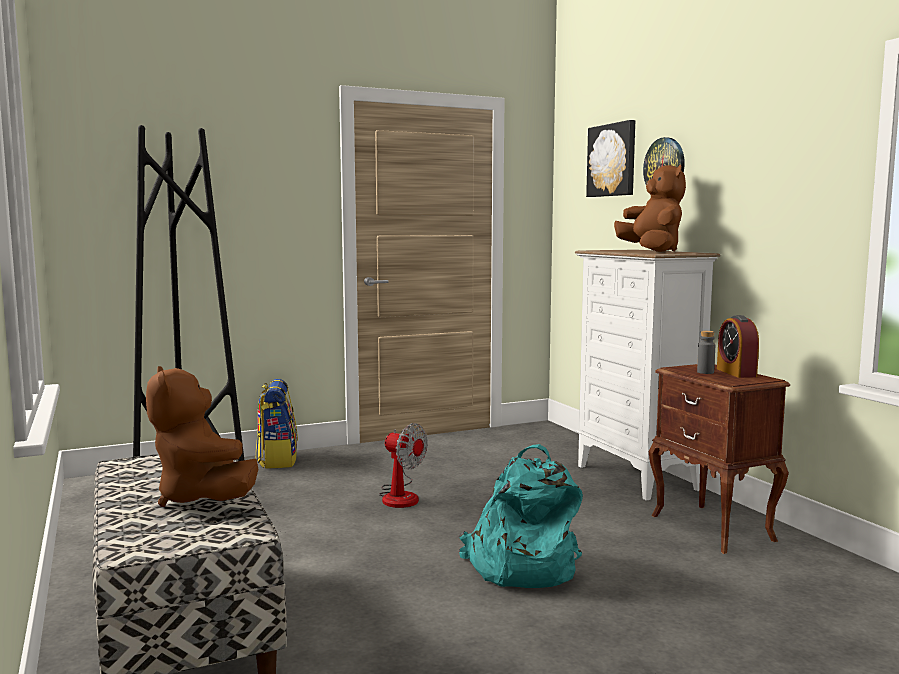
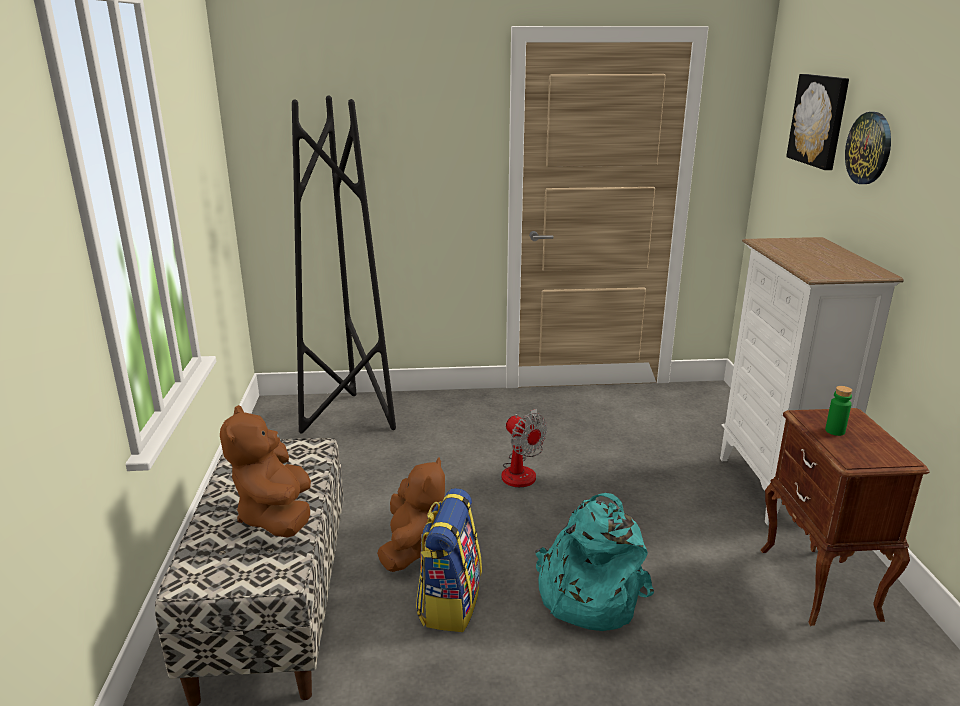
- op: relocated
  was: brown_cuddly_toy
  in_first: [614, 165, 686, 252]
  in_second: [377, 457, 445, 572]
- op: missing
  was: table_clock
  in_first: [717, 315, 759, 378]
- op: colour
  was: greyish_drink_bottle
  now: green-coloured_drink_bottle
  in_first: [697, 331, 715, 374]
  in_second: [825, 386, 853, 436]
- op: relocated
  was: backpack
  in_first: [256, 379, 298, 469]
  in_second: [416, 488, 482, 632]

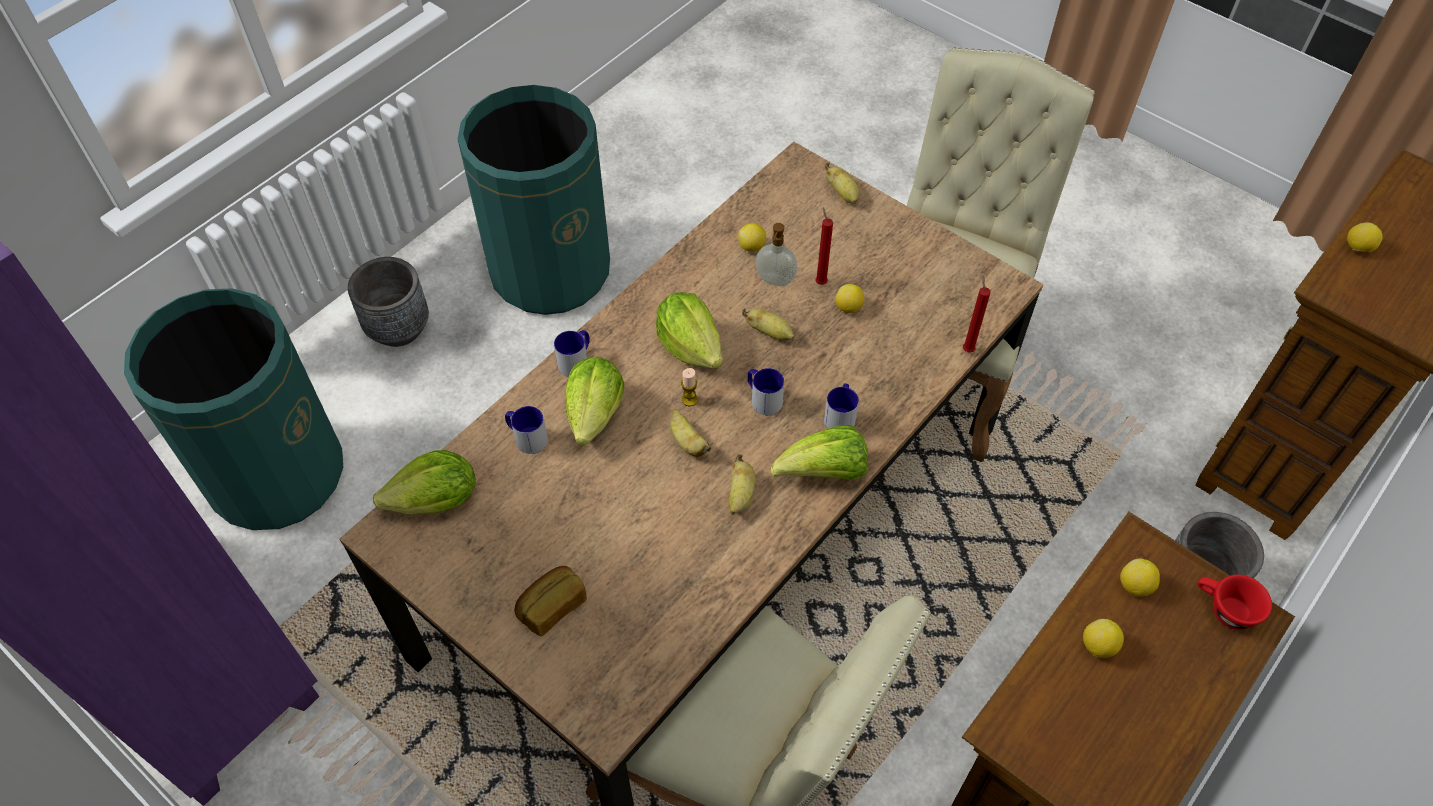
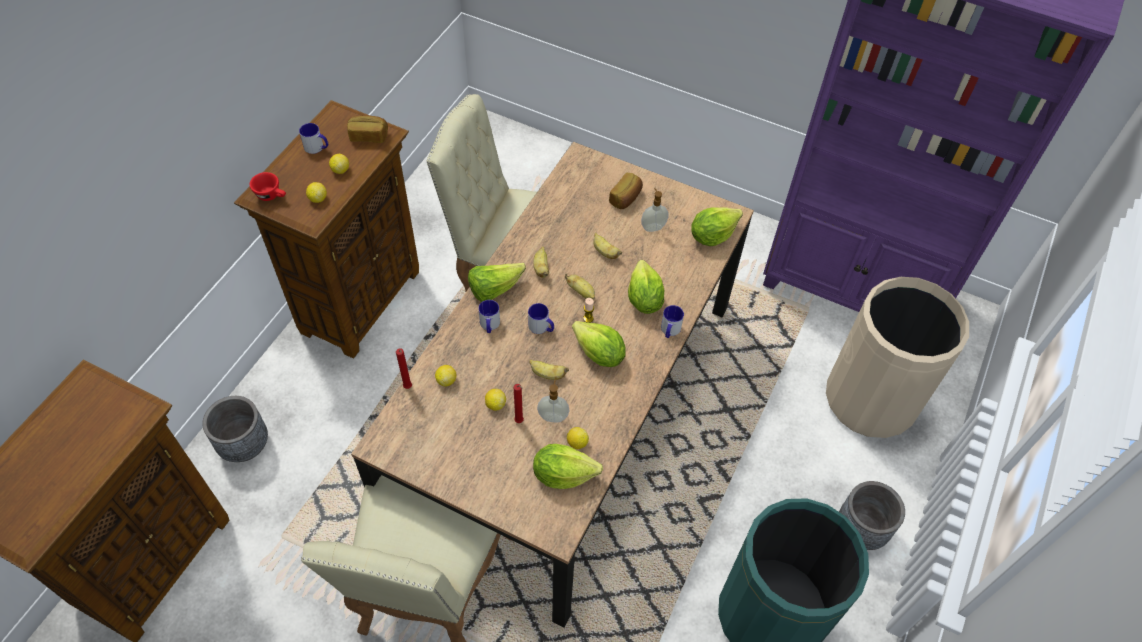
- op: relocated
  was: banana_fruit
  in_first: [825, 163, 860, 204]
  in_second: [593, 233, 622, 259]
- op: relocated
  was: whole_lemon
  in_first: [1347, 222, 1383, 252]
  in_second: [435, 365, 456, 386]
- op: colour
  was: green-coloured_rubbish_bin
  now: beige_rubbish_bin
  in_first: [124, 288, 343, 530]
  in_second: [826, 277, 969, 438]
- op: relocated
  was: tea_mug
  in_first: [505, 406, 548, 454]
  in_second: [299, 123, 328, 154]
- op: appeared
  now: bread
  in_second: [347, 115, 388, 143]
- op: appeared
  now: soap_bottle
  in_second: [641, 188, 669, 232]
- op: appeared
  now: lettuce
  in_second: [533, 444, 603, 489]

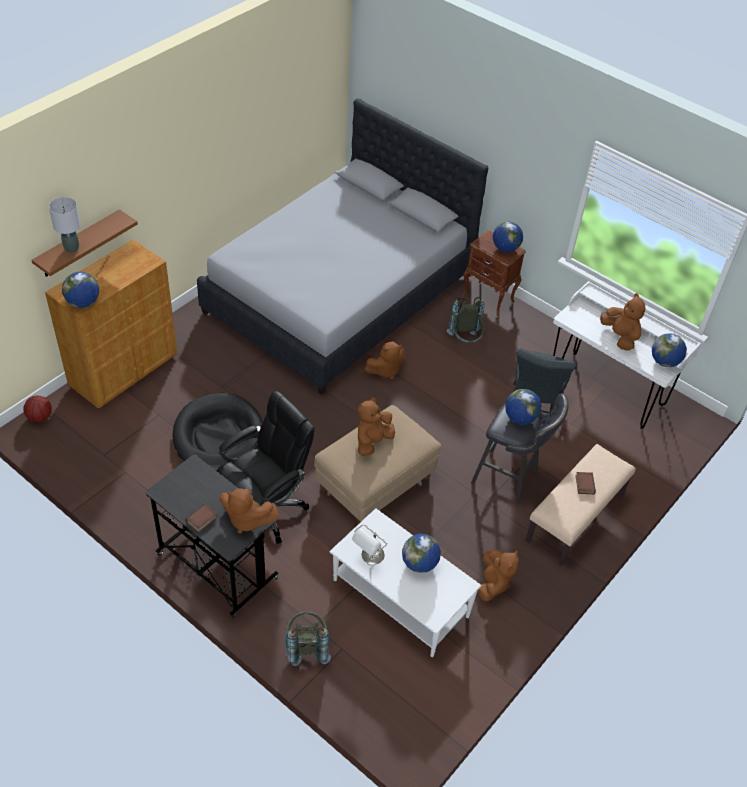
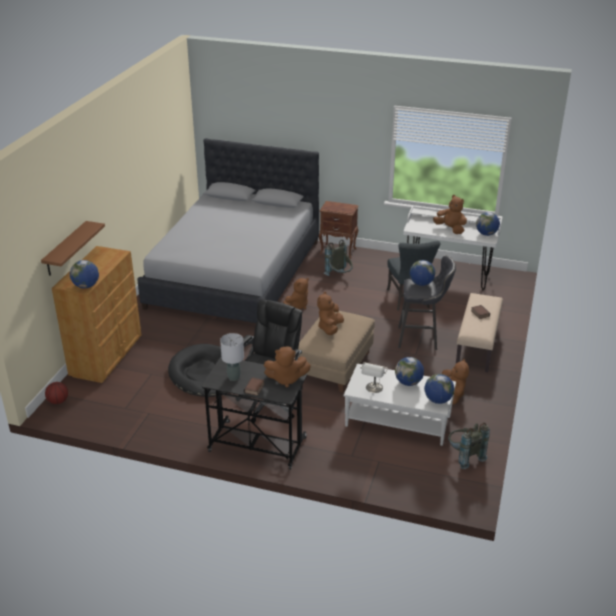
- op: relocated
  was: greyish_lamp_for_a_table
  in_first: [49, 197, 81, 253]
  in_second: [220, 333, 244, 381]
- op: relocated
  was: world_globe
  in_first: [493, 221, 523, 252]
  in_second: [424, 374, 454, 404]
- op: relocated
  was: greyish_backpack
  in_first: [286, 612, 331, 666]
  in_second: [448, 422, 490, 469]

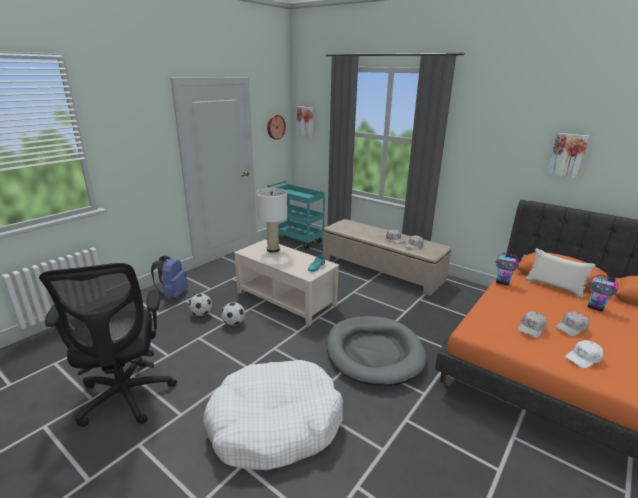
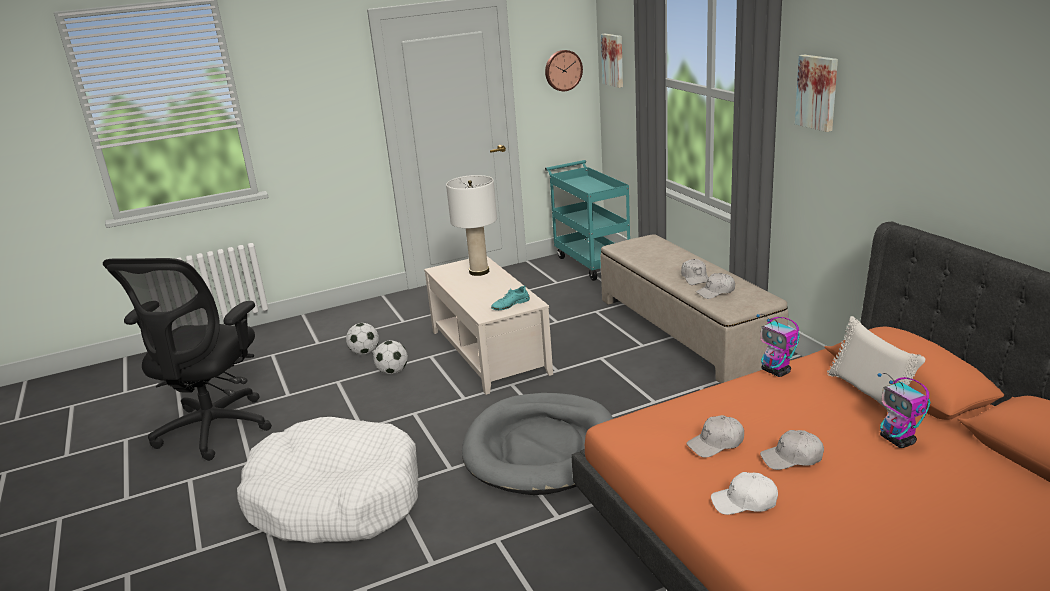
- op: relocated
  was: wall_art
  in_first: [547, 133, 589, 179]
  in_second: [795, 54, 838, 132]
- op: missing
  was: blue_backpack
  in_first: [151, 256, 188, 298]

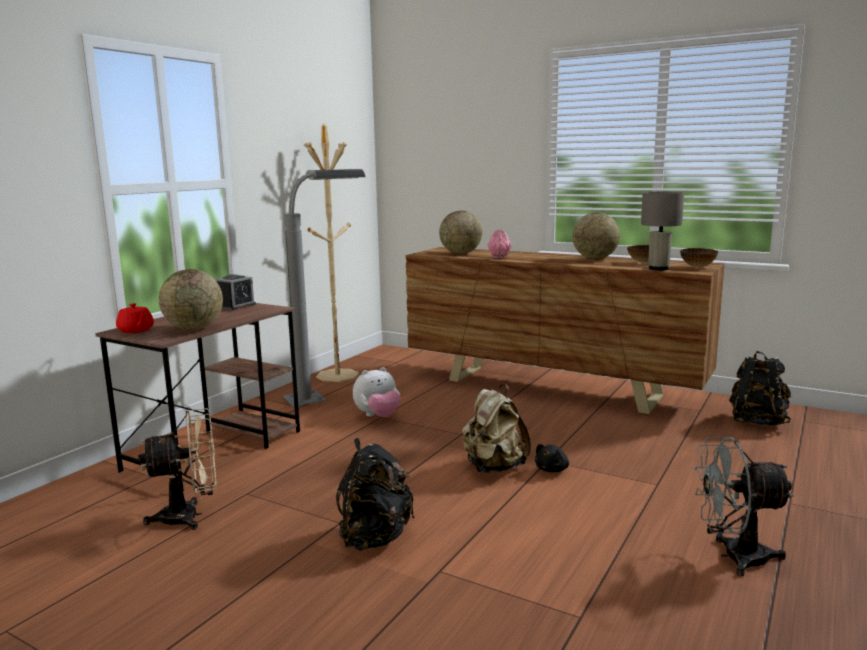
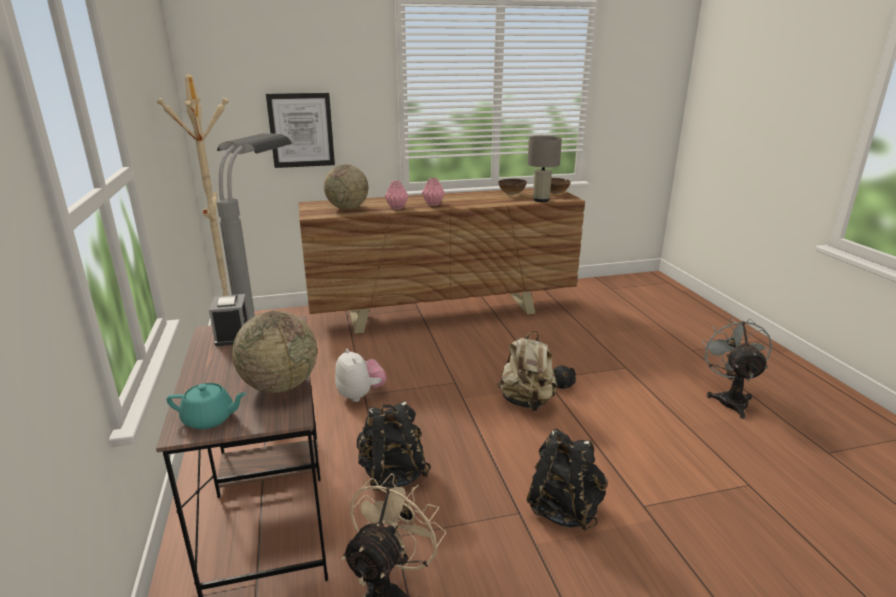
- op: missing
  was: world_globe
  in_first: [572, 212, 620, 259]
- op: colour
  was: red_teapot
  now: turquoise_teapot
  in_first: [116, 303, 154, 333]
  in_second: [167, 383, 247, 429]
- op: relocated
  was: black-coloured_backpack
  in_first: [729, 351, 791, 426]
  in_second: [357, 401, 431, 491]
- op: spun
  was: cuddly_toy
  in_first: [353, 367, 401, 417]
  in_second: [335, 349, 386, 402]
  clockwise: -45
- op: spun
  was: greyish_fan
  in_first: [694, 437, 794, 576]
  in_second: [702, 317, 772, 419]
  clockwise: 135
- op: appeared
  now: wall_art
  in_second: [266, 93, 335, 168]
- op: appeared
  now: pinkish_flower_vase
  in_second: [422, 178, 445, 206]

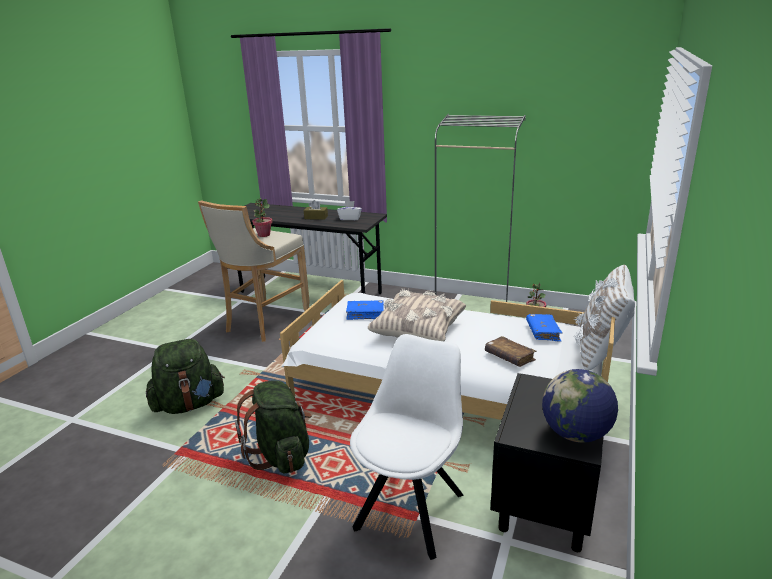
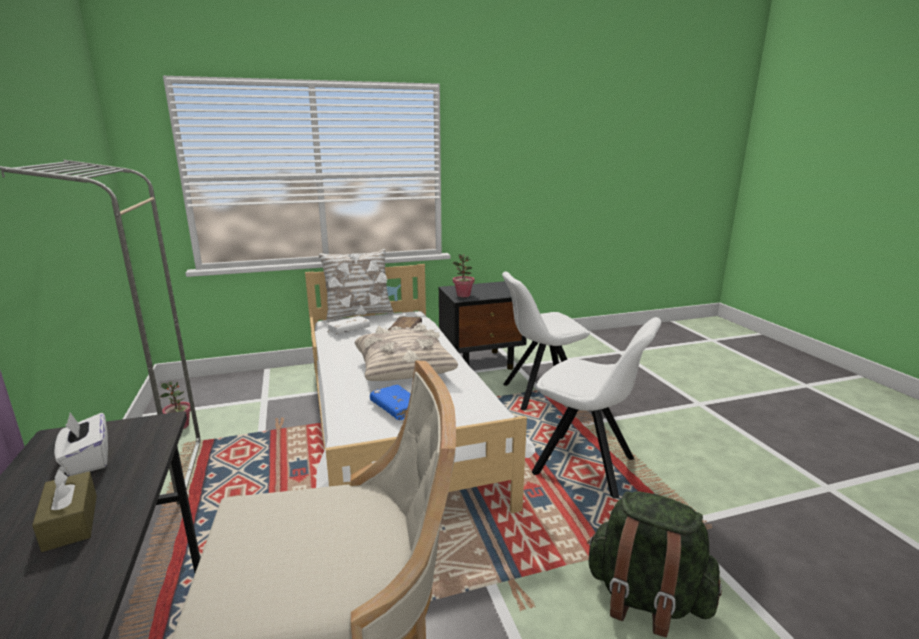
- op: relocated
  was: houseplant
  in_first: [252, 198, 273, 237]
  in_second: [453, 254, 475, 297]
- op: colour
  was: blue_volume
  now: white-coloured_volume
  in_first: [526, 314, 562, 342]
  in_second: [326, 315, 370, 335]
- op: missing
  was: world_globe
  in_first: [542, 369, 618, 443]
- op: exchanged
  was: green-coloured_backpack
  now: white-coloured_chair
  in_first: [235, 381, 312, 473]
  in_second: [532, 317, 661, 498]

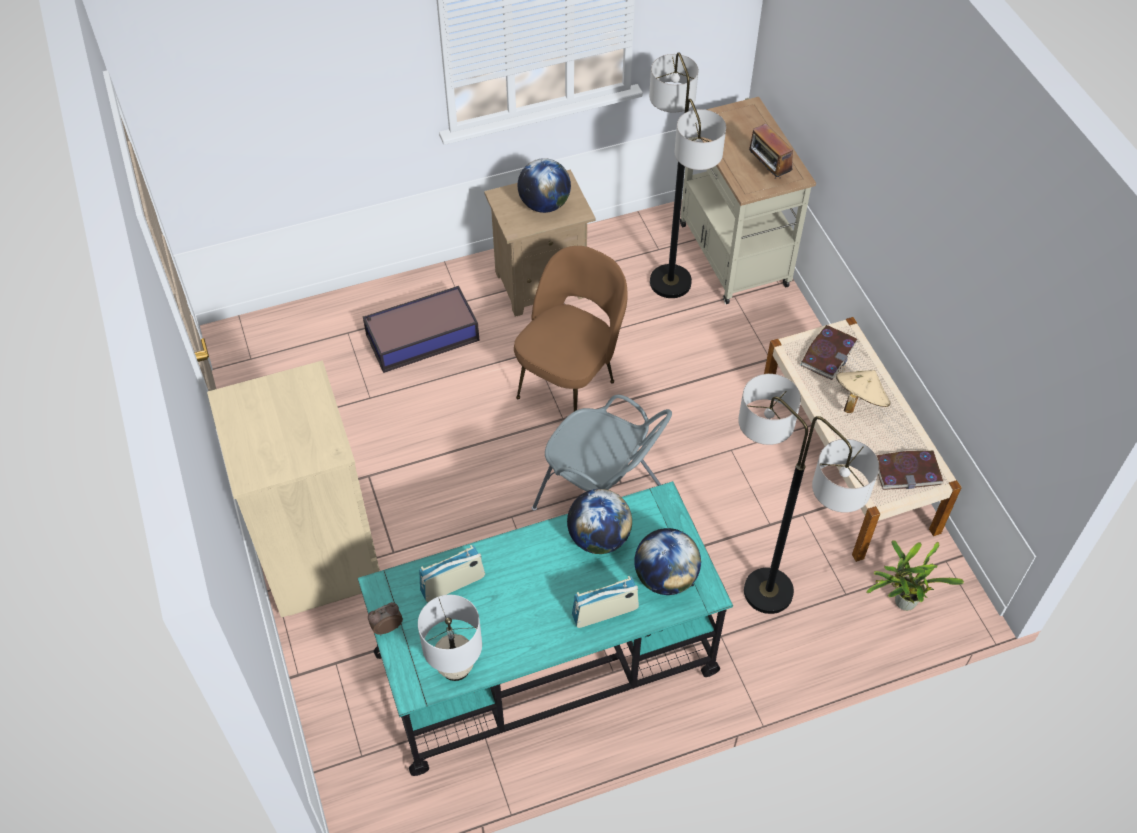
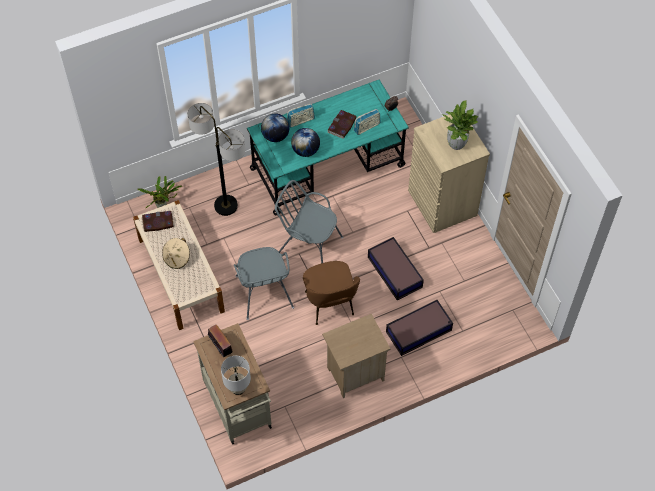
- op: missing
  was: floor_lamp
  in_first: [649, 53, 726, 298]
- op: missing
  was: world_globe
  in_first: [518, 158, 571, 213]
- op: spun
  was: brown_chair
  in_first: [514, 246, 628, 411]
  in_second: [303, 261, 360, 325]
  clockwise: -45
- op: relocated
  was: volume
  in_first: [801, 325, 857, 380]
  in_second: [328, 110, 356, 139]
- op: relocated
  was: white-coloured_lamp_for_a_table
  in_first: [418, 595, 482, 681]
  in_second: [221, 356, 251, 395]
- op: appeared
  now: houseplant
  in_second: [442, 100, 478, 150]
- op: appeared
  now: storage_box
  in_second: [368, 237, 424, 301]
- op: appeared
  now: greyish_chair
  in_second: [234, 247, 294, 320]

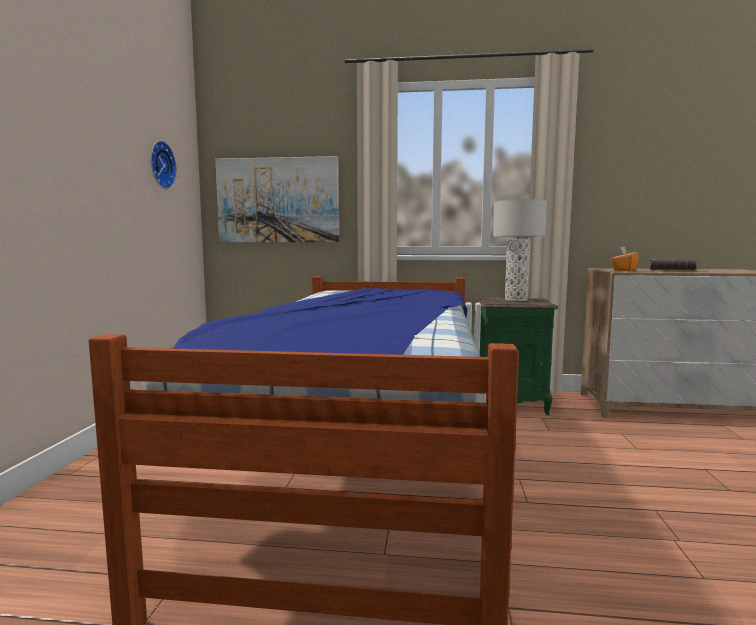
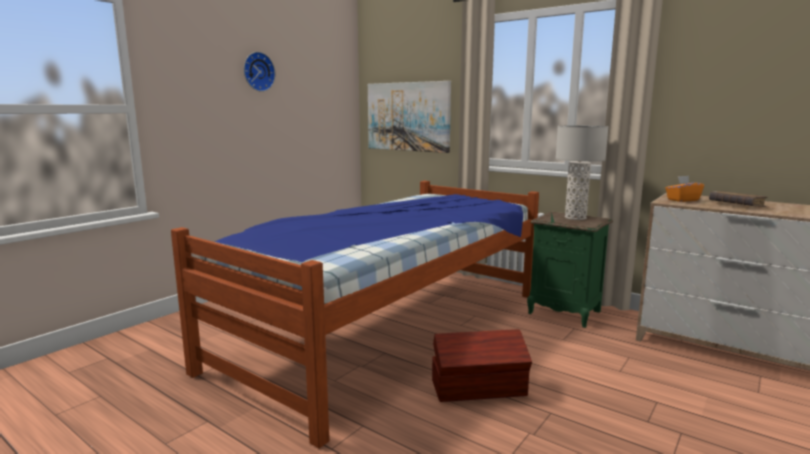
- op: relocated
  was: clock_on_the_wall
  in_first: [151, 141, 177, 189]
  in_second: [244, 52, 275, 92]
- op: appeared
  now: brown_storage_box
  in_second: [432, 329, 532, 402]

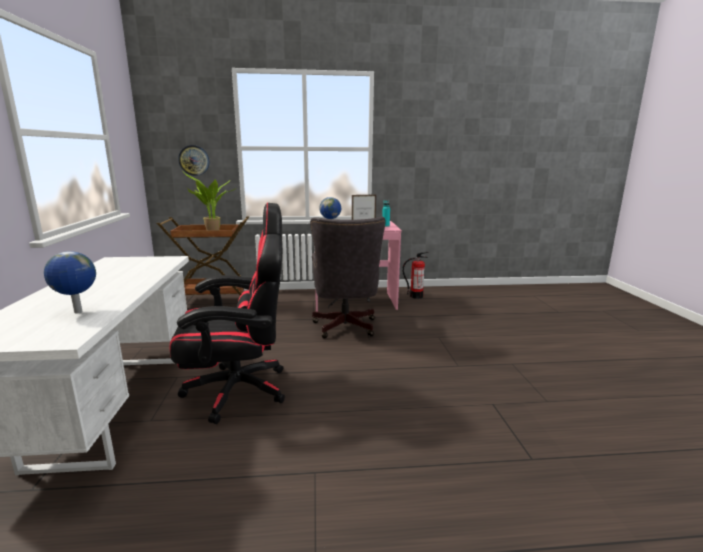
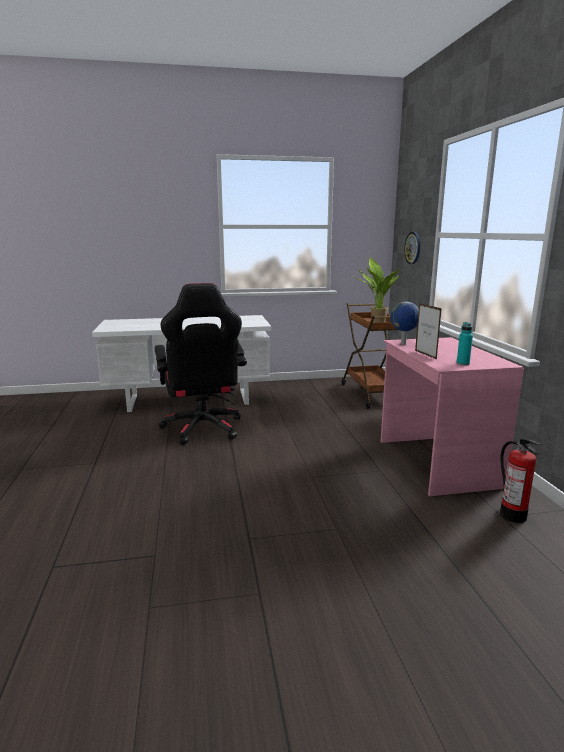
- op: missing
  was: greyish_desk_chair
  in_first: [310, 217, 386, 339]
- op: missing
  was: world_globe
  in_first: [44, 251, 96, 314]

